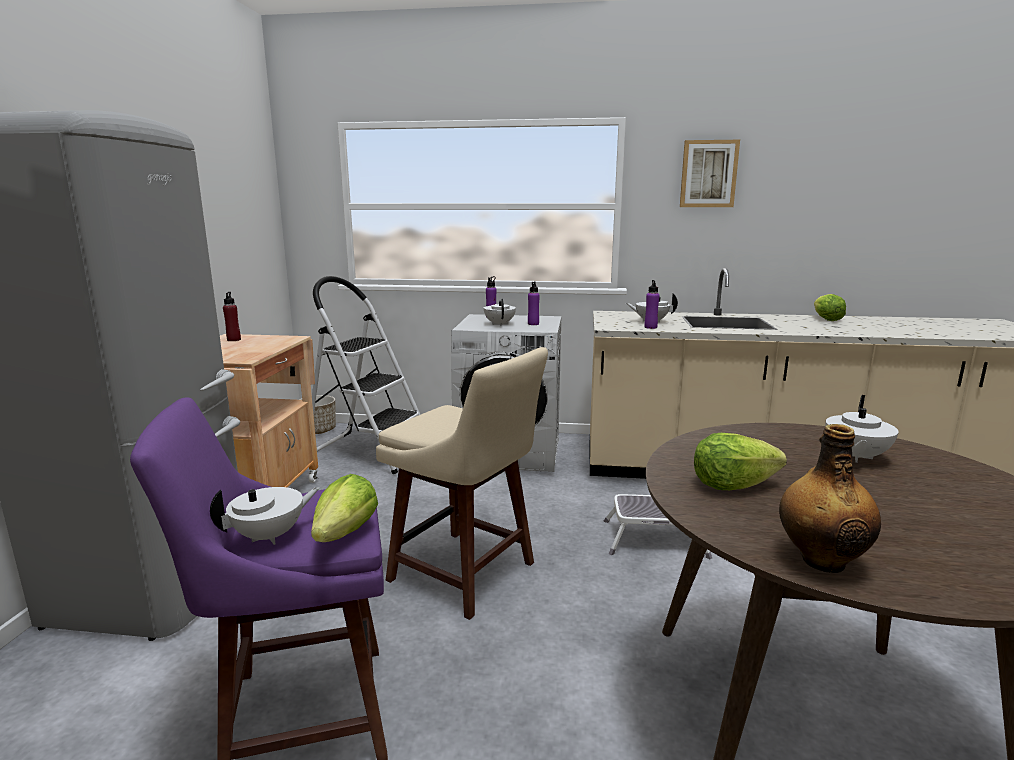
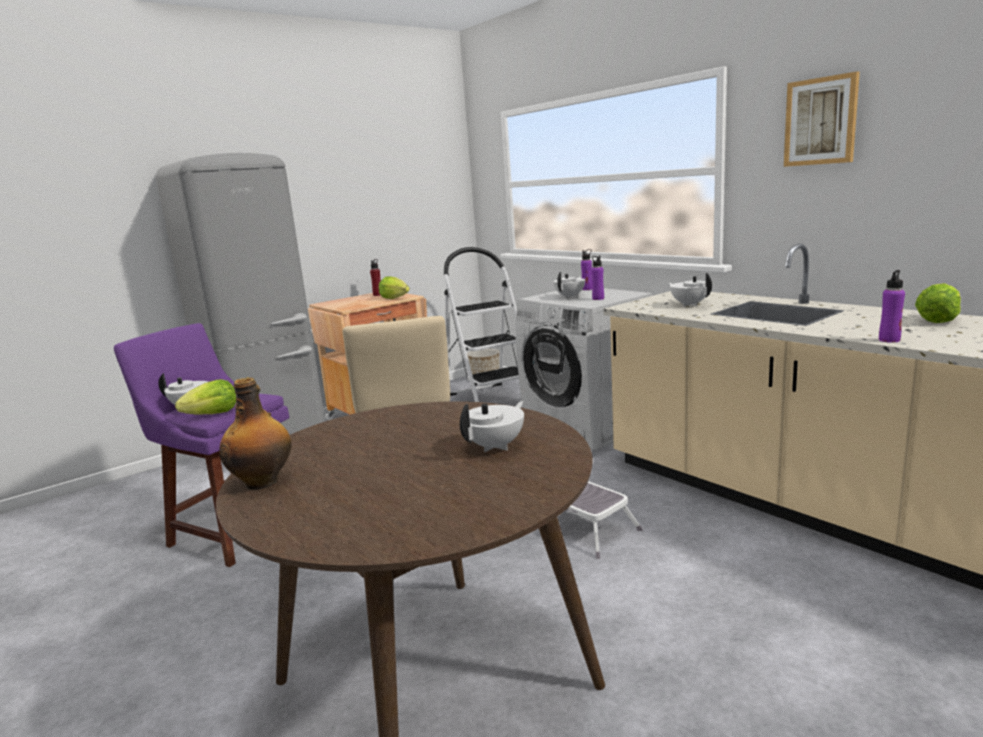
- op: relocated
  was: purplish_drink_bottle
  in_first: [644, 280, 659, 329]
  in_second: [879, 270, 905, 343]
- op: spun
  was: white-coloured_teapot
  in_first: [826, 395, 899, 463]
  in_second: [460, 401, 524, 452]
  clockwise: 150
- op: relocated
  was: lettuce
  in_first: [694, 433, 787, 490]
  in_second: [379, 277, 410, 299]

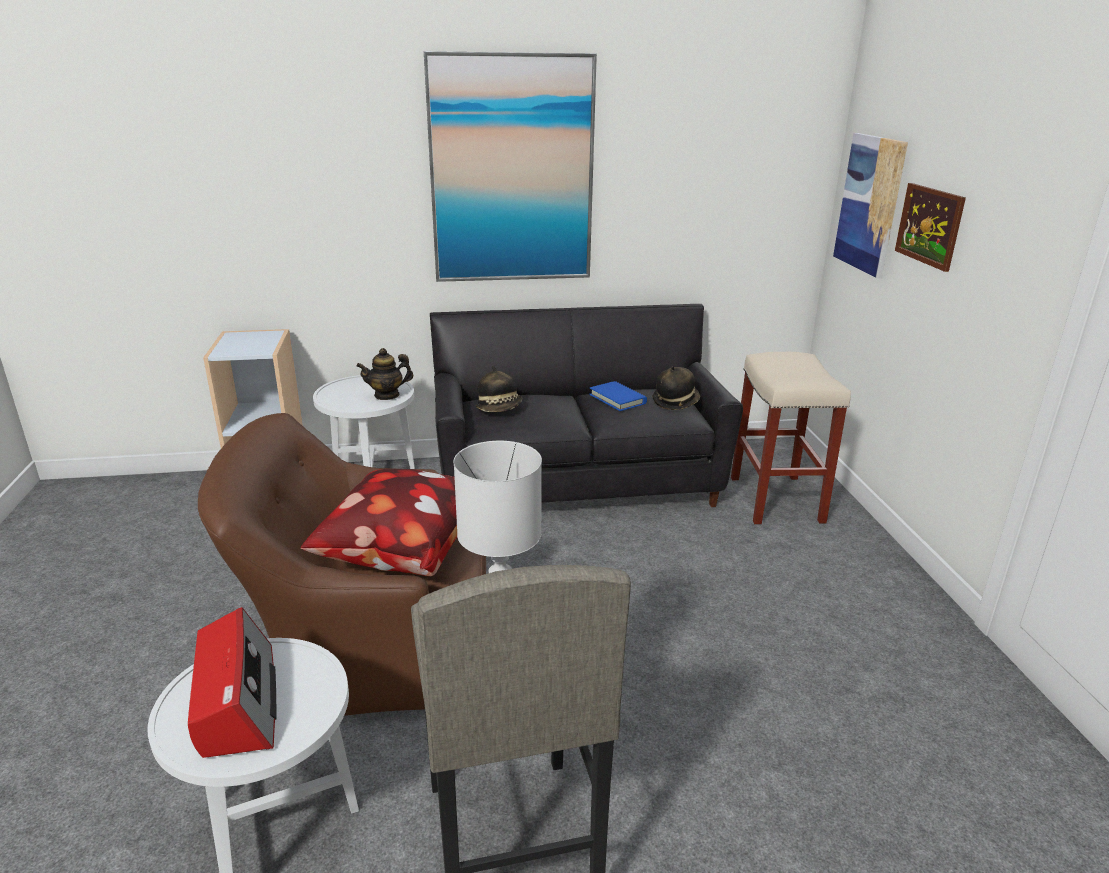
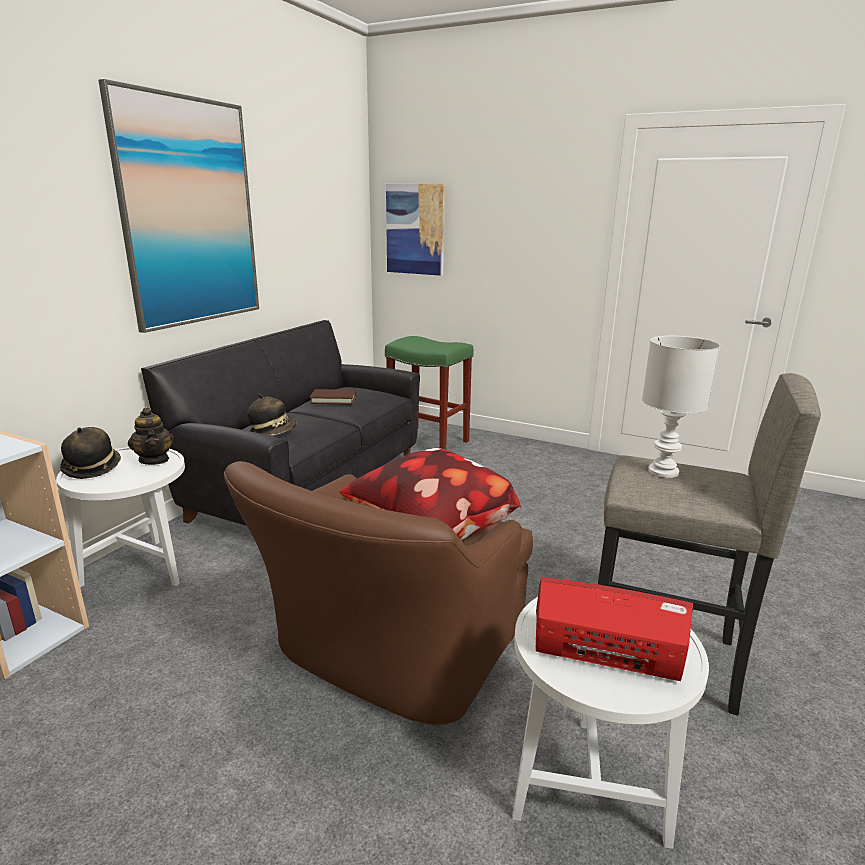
- op: missing
  was: wall_art
  in_first: [895, 183, 966, 272]
- op: spun
  was: teapot
  in_first: [357, 348, 413, 400]
  in_second: [128, 407, 174, 465]
  clockwise: -45
- op: colour
  was: beige_stool_seat
  now: green-coloured_stool_seat
  in_first: [731, 352, 851, 524]
  in_second: [385, 336, 474, 449]
- op: relocated
  was: hat
  in_first: [653, 366, 700, 410]
  in_second: [60, 427, 121, 479]
- op: colour
  was: blue_volume
  now: brown_volume
  in_first: [589, 381, 647, 411]
  in_second: [310, 389, 356, 405]

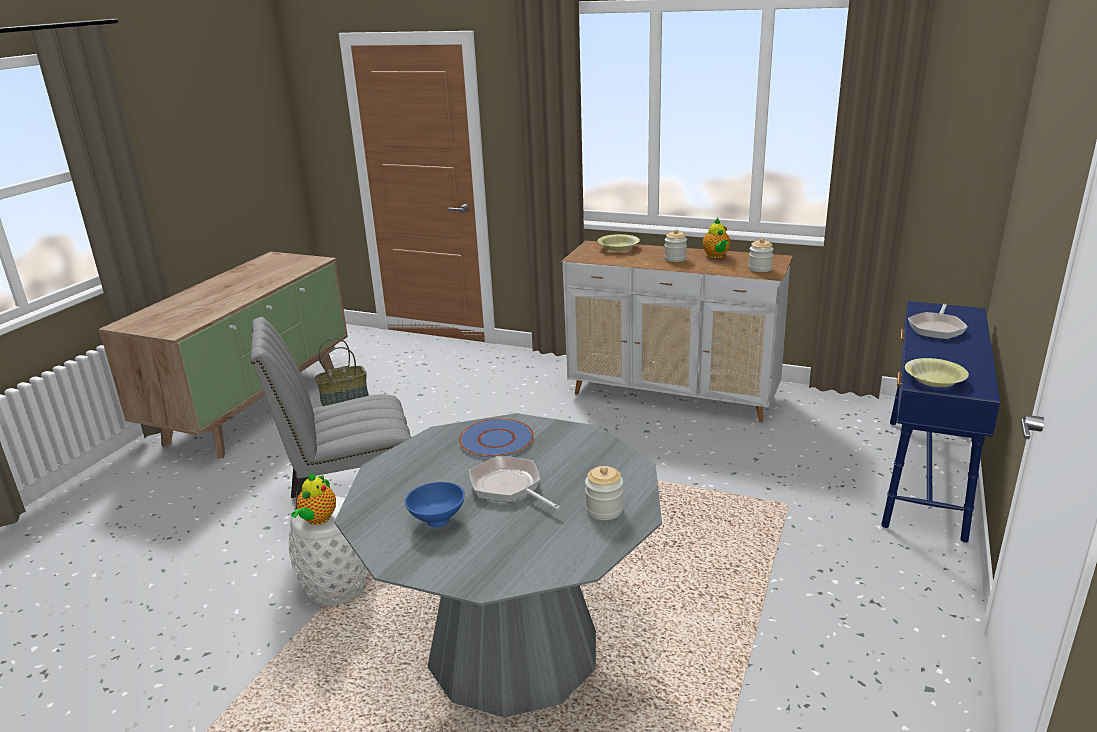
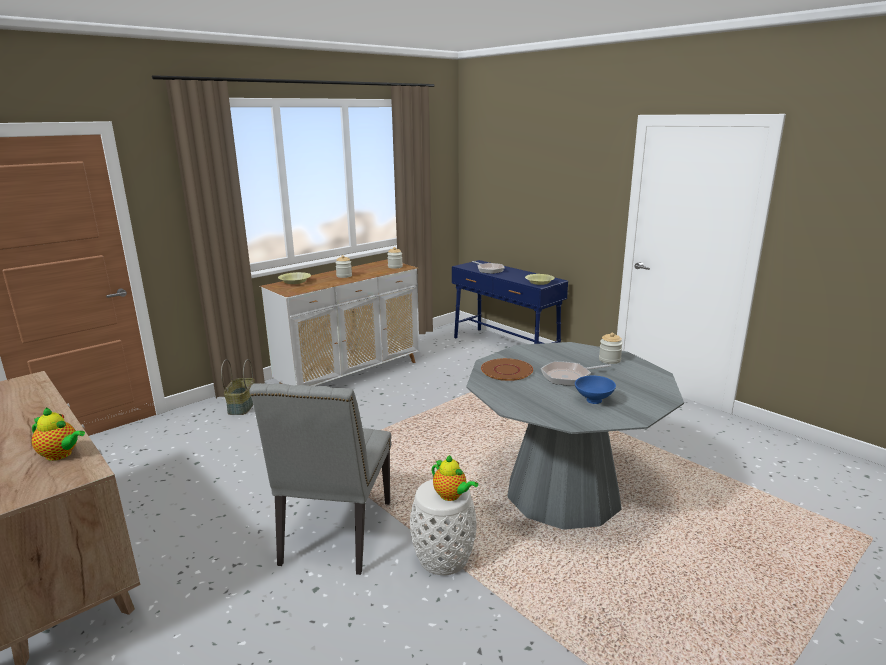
- op: relocated
  was: teapot
  in_first: [702, 218, 730, 258]
  in_second: [32, 407, 85, 461]
- op: relocated
  was: household_basket
  in_first: [315, 338, 369, 406]
  in_second: [221, 359, 255, 415]
- op: colour
  was: blue_plate
  now: brown_plate
  in_first: [459, 419, 534, 458]
  in_second: [481, 358, 533, 381]

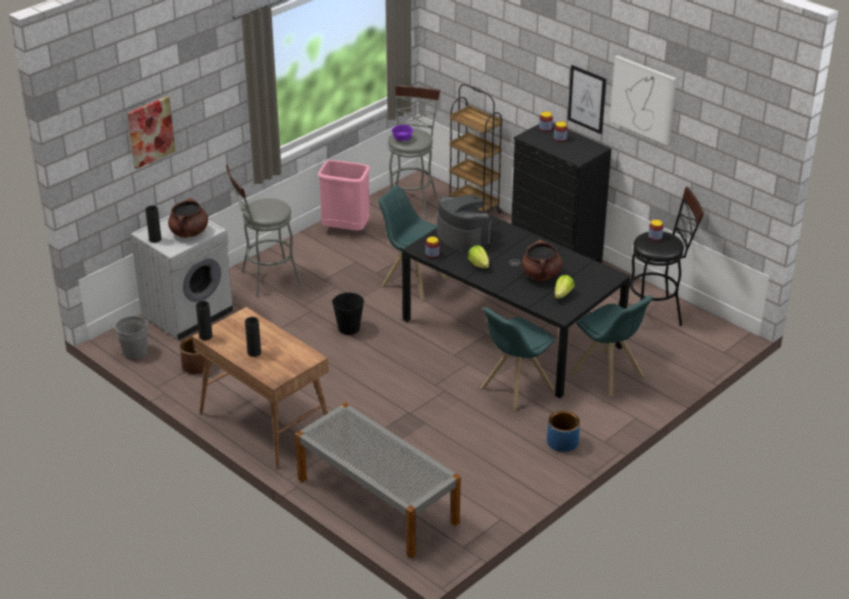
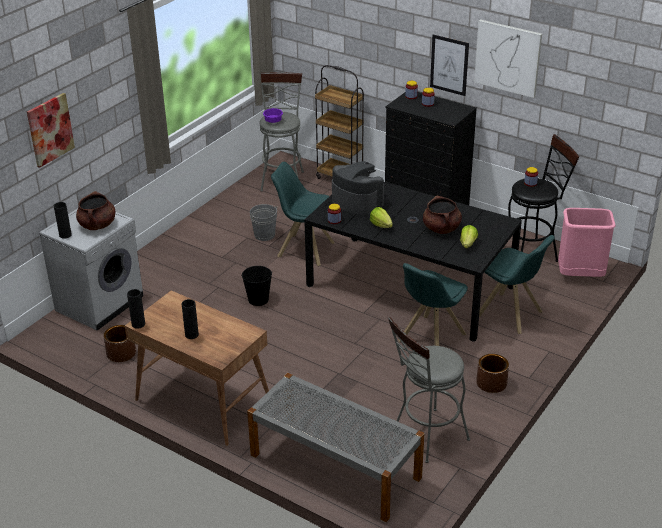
- op: relocated
  was: pinkish_rubbish_bin
  in_first: [318, 160, 370, 231]
  in_second: [558, 208, 616, 277]
- op: relocated
  was: greyish_stool_seat
  in_first: [225, 164, 302, 297]
  in_second: [388, 317, 470, 463]
- op: relocated
  was: greyish_bucket
  in_first: [113, 316, 150, 359]
  in_second: [250, 204, 277, 241]
- op: colour
  was: blue_flower_pot
  now: brown_flower_pot
  in_first: [547, 411, 580, 452]
  in_second: [476, 354, 509, 393]

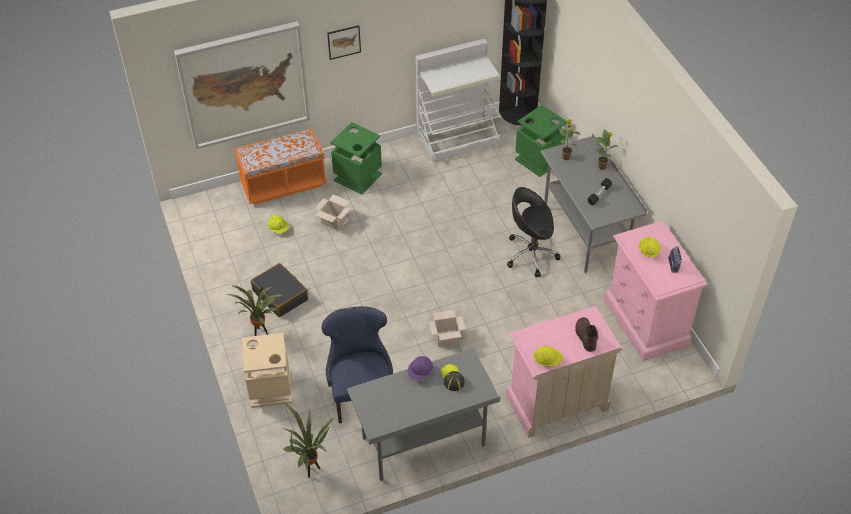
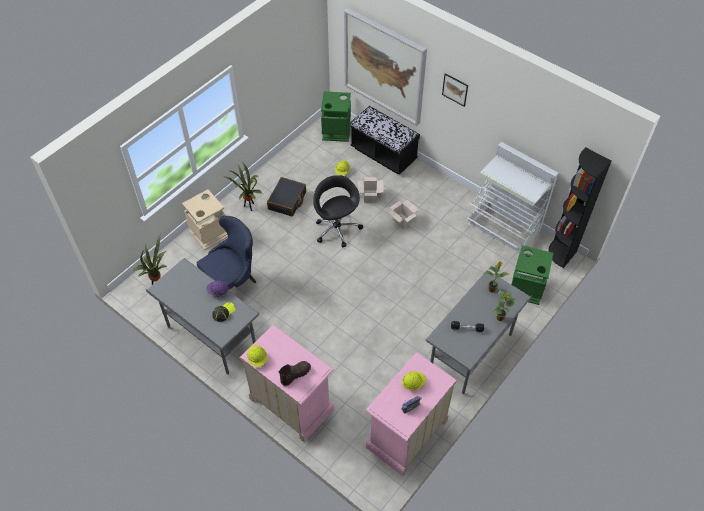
- op: relocated
  was: green-coloured_rubbish_bin
  in_first: [330, 122, 382, 195]
  in_second: [321, 91, 351, 142]
- op: colour
  was: orange-coloured_bench
  now: black-coloured_bench
  in_first: [234, 128, 327, 205]
  in_second: [350, 106, 420, 175]
- op: relocated
  was: black-coloured_desk_chair
  in_first: [507, 187, 560, 277]
  in_second: [313, 175, 363, 247]
- op: relocated
  was: carton
  in_first: [429, 310, 465, 347]
  in_second: [389, 200, 419, 229]

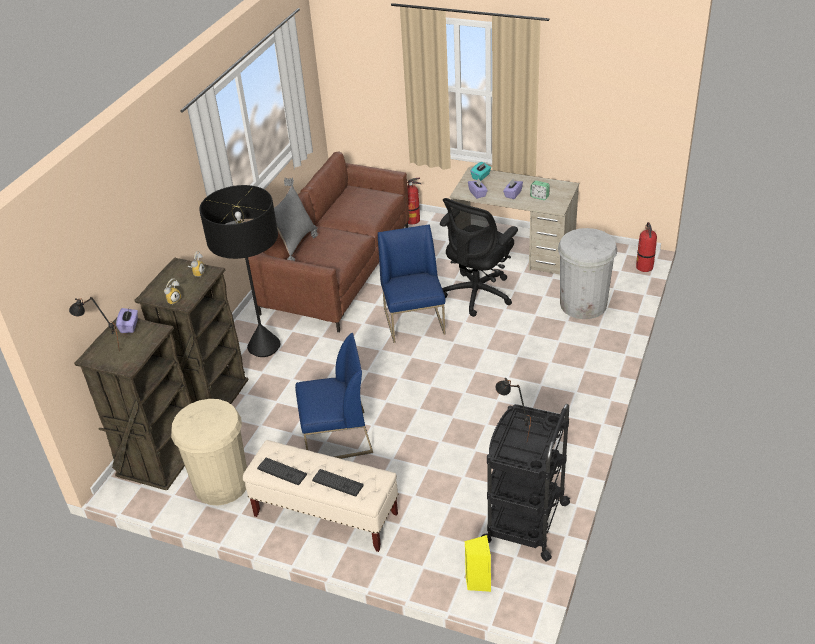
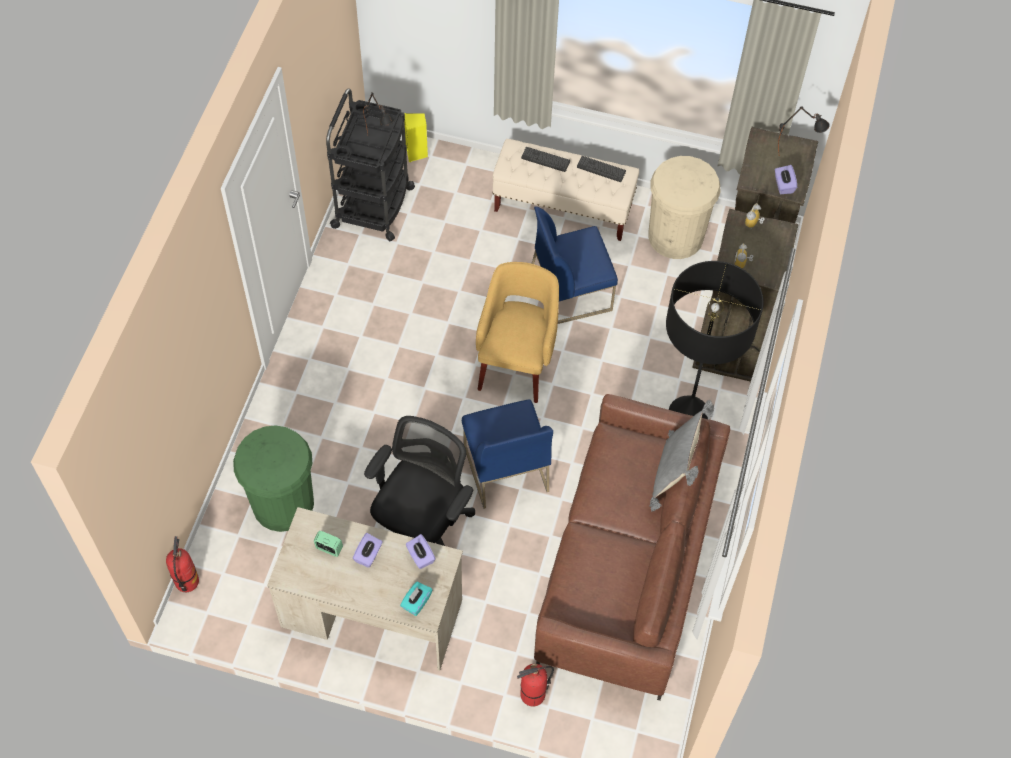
- op: colour
  was: white-coloured_rubbish_bin
  now: green-coloured_rubbish_bin
  in_first: [558, 228, 618, 319]
  in_second: [233, 425, 314, 532]
- op: appeared
  now: yellow-coloured_armchair
  in_second: [476, 262, 559, 403]

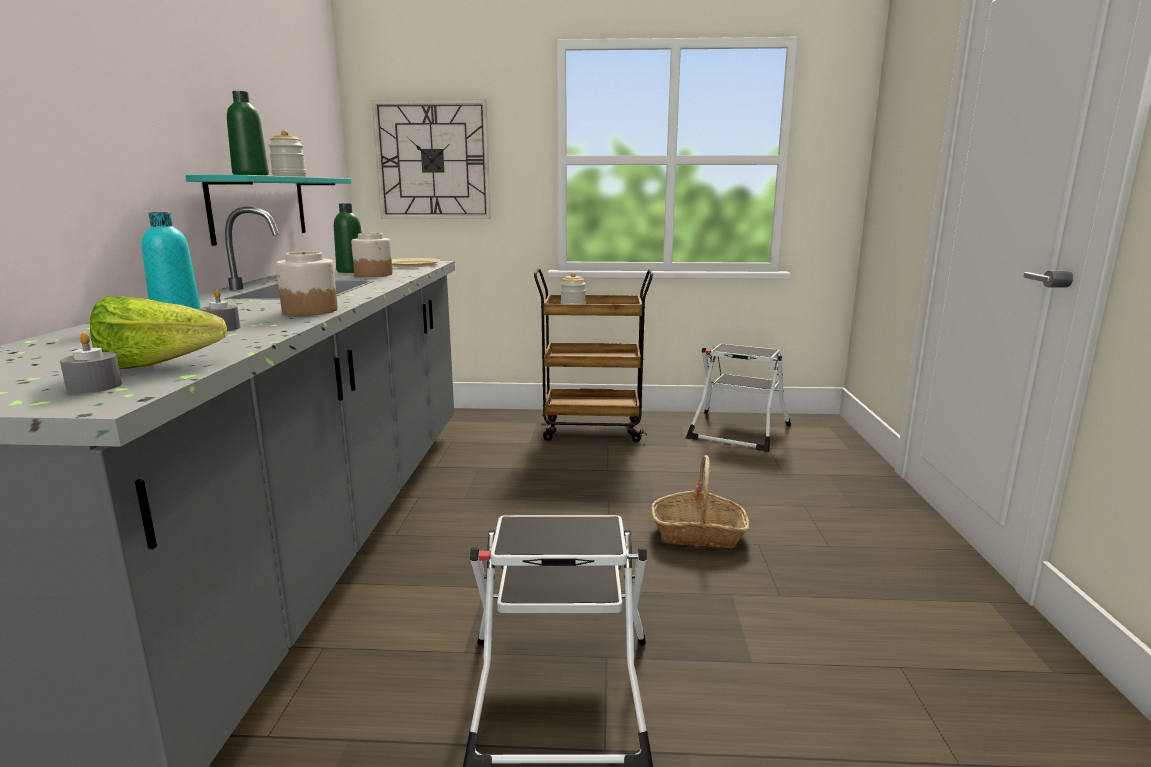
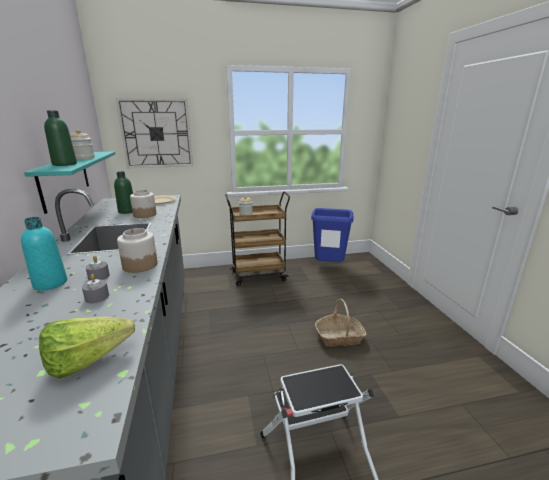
- op: relocated
  was: greyish_wax_light
  in_first: [60, 333, 122, 394]
  in_second: [86, 256, 110, 281]
- op: exchanged
  was: step_ladder
  now: blue_rubbish_bin
  in_first: [686, 344, 791, 452]
  in_second: [311, 208, 354, 262]

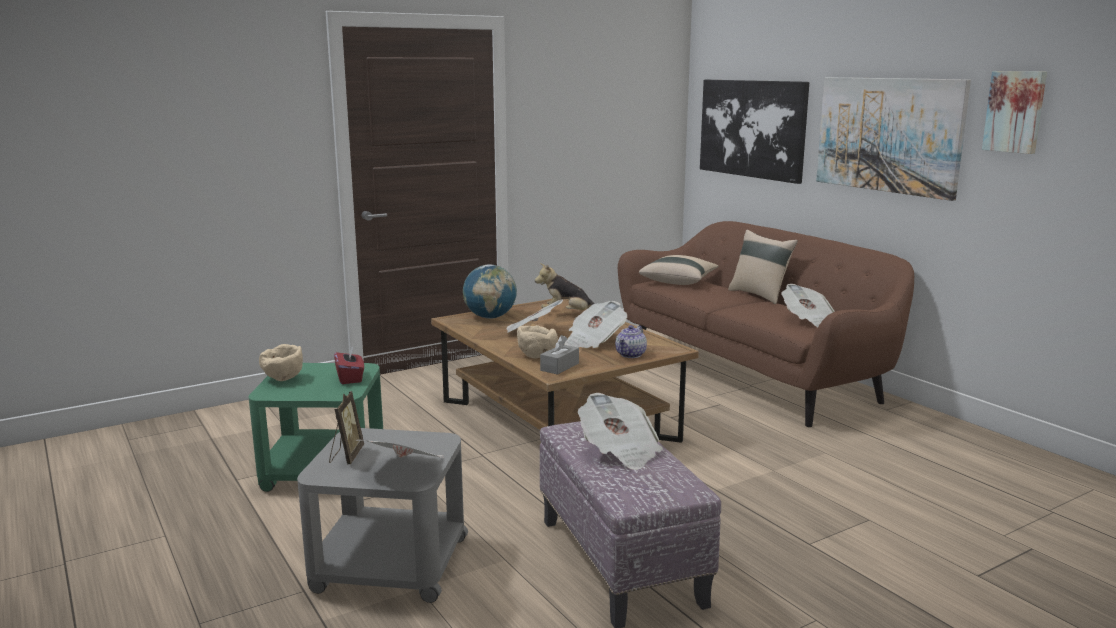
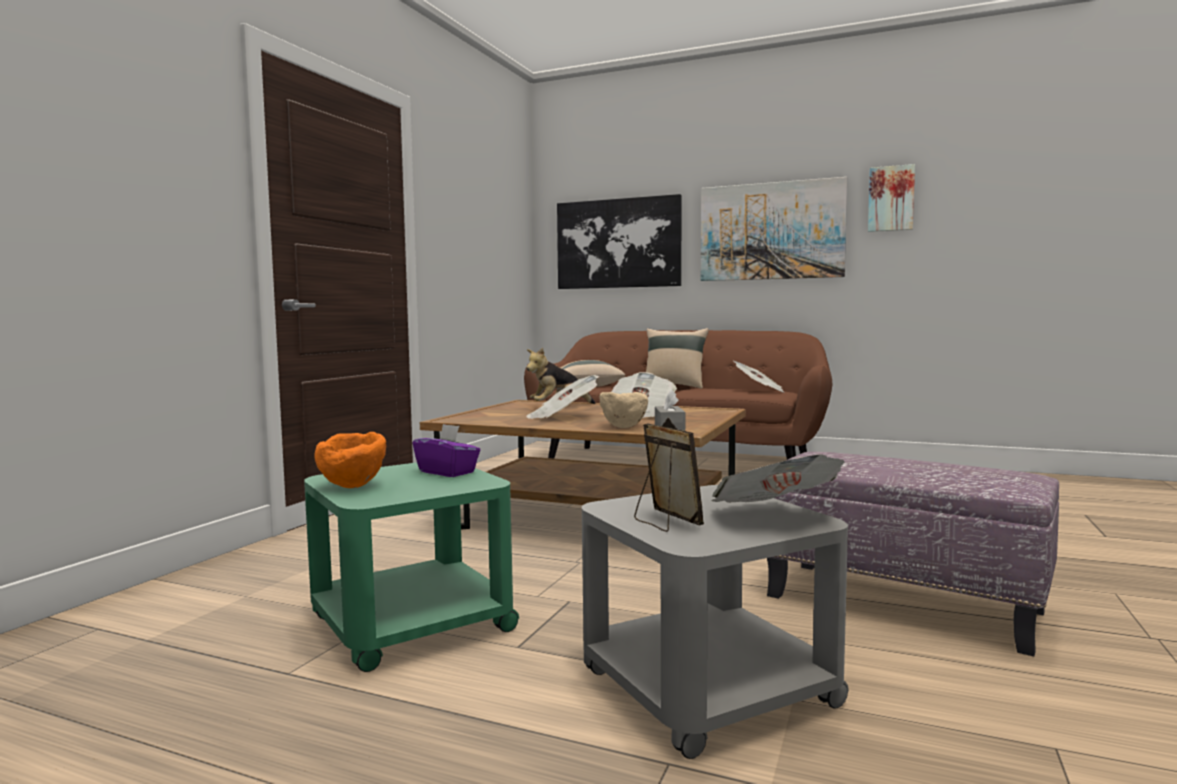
- op: missing
  was: world_globe
  in_first: [463, 264, 517, 319]
- op: missing
  was: teapot
  in_first: [615, 325, 647, 358]
- op: colour
  was: beige_deep_dish
  now: orange-coloured_deep_dish
  in_first: [259, 344, 303, 381]
  in_second: [314, 432, 386, 488]
- op: colour
  was: red_tissue_holder
  now: purplish_tissue_holder
  in_first: [334, 347, 364, 384]
  in_second: [413, 424, 481, 477]
- op: missing
  was: daily_paper
  in_first: [578, 393, 663, 470]

